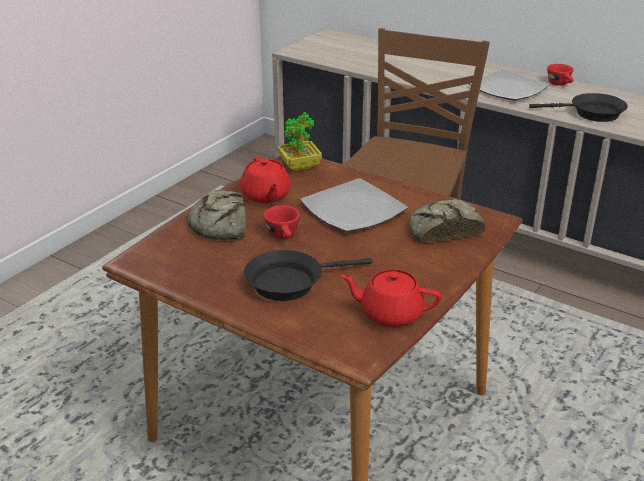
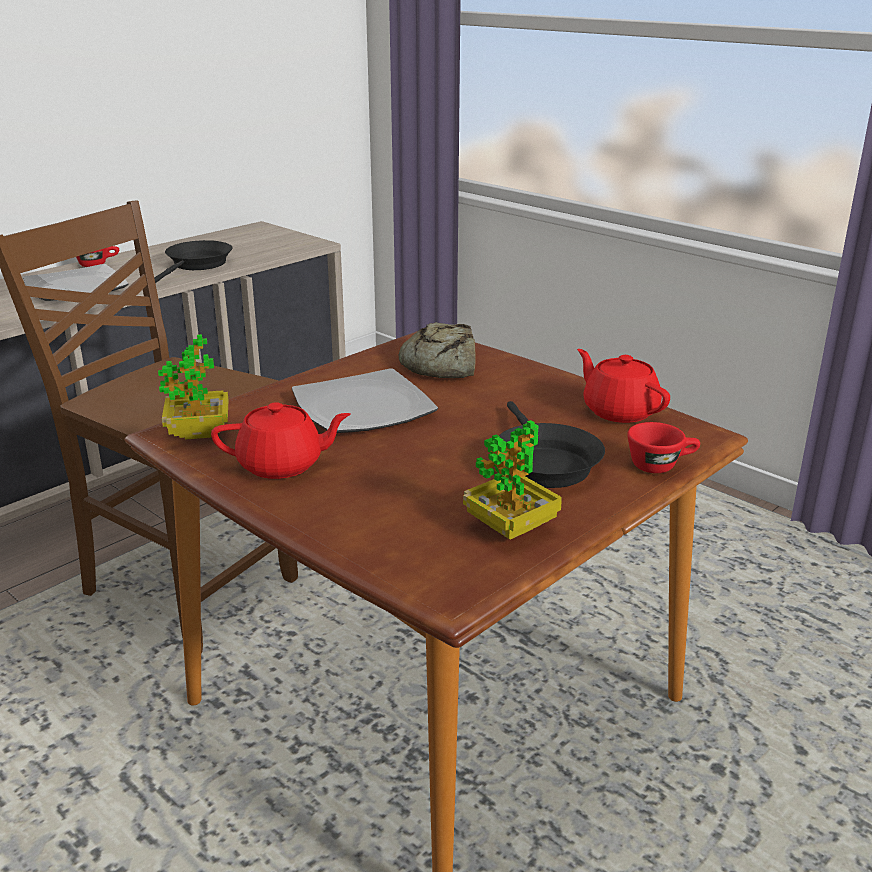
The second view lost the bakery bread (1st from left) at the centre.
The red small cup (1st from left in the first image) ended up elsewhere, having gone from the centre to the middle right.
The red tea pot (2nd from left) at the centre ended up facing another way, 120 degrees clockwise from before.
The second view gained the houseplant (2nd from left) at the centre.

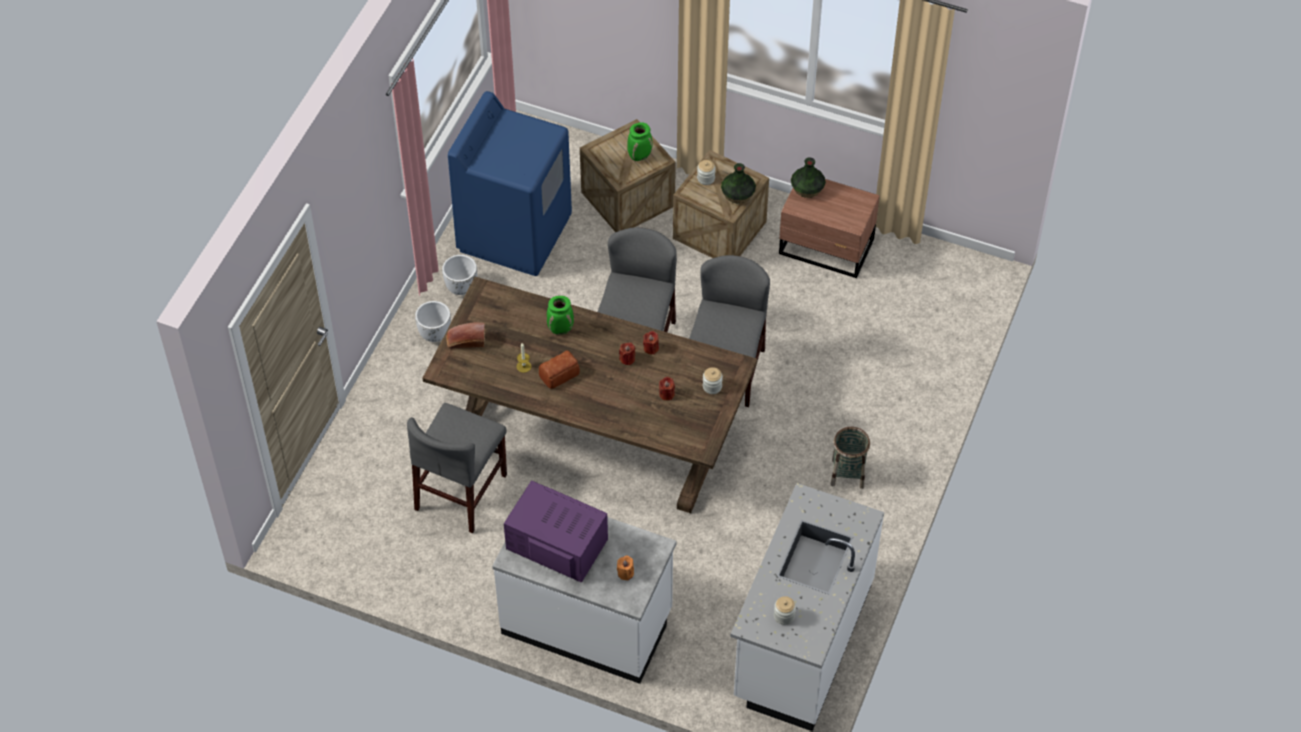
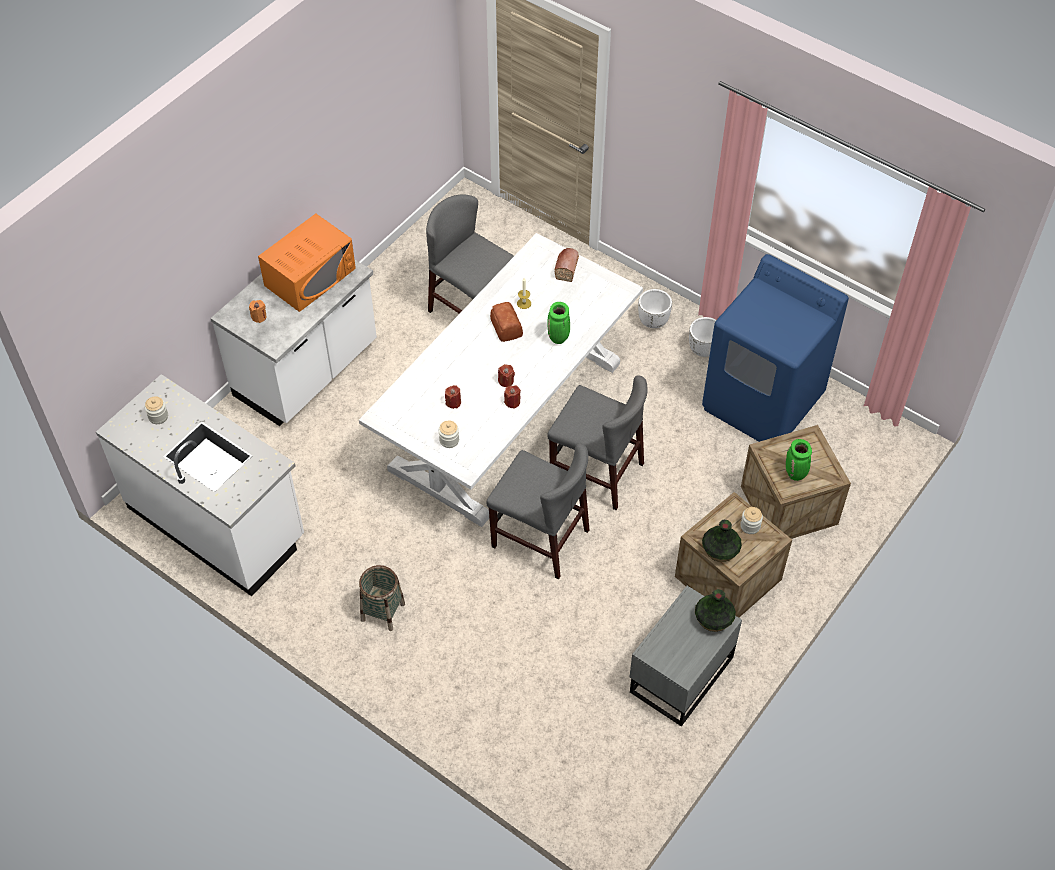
What was the brown nightstand at the top centre turned into the grey nightstand at the bottom centre.
What was the brown dinner table at the centre turned into the white dinner table at the centre.
What was the purple microwave oven at the bottom centre turned into the orangey microwave oven at the top left.

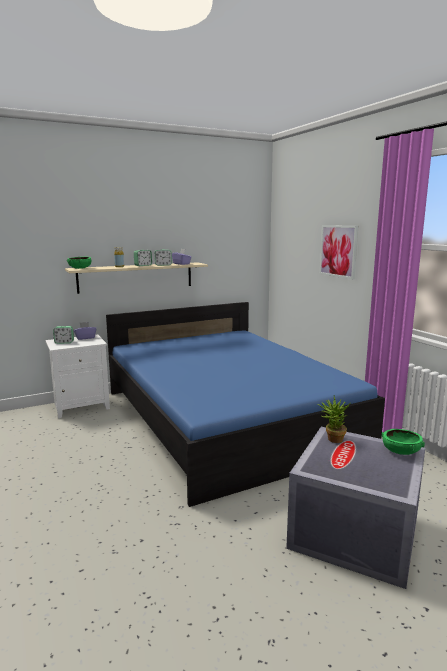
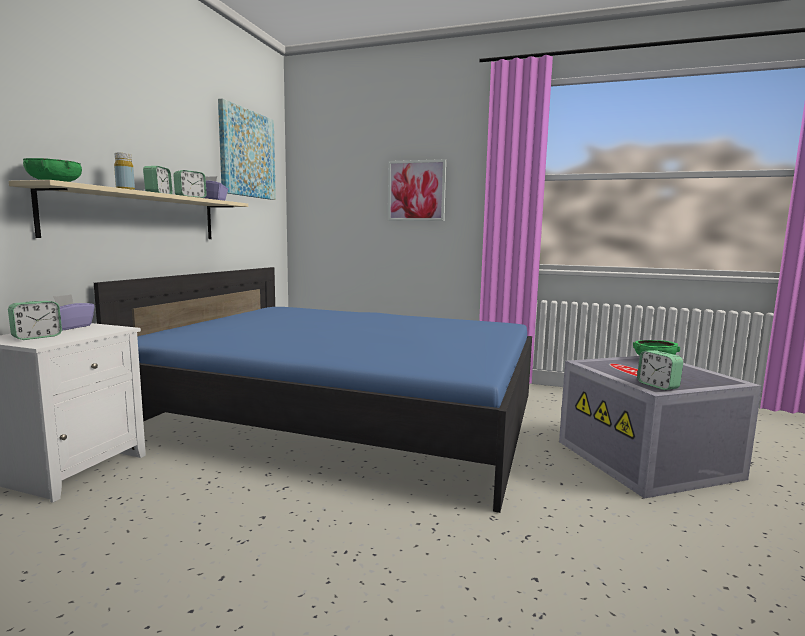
The second view lost the houseplant at the middle right.
The second view gained the wall art (1st from left) at the top left.
The second view gained the alarm clock (4th from left) at the middle right.

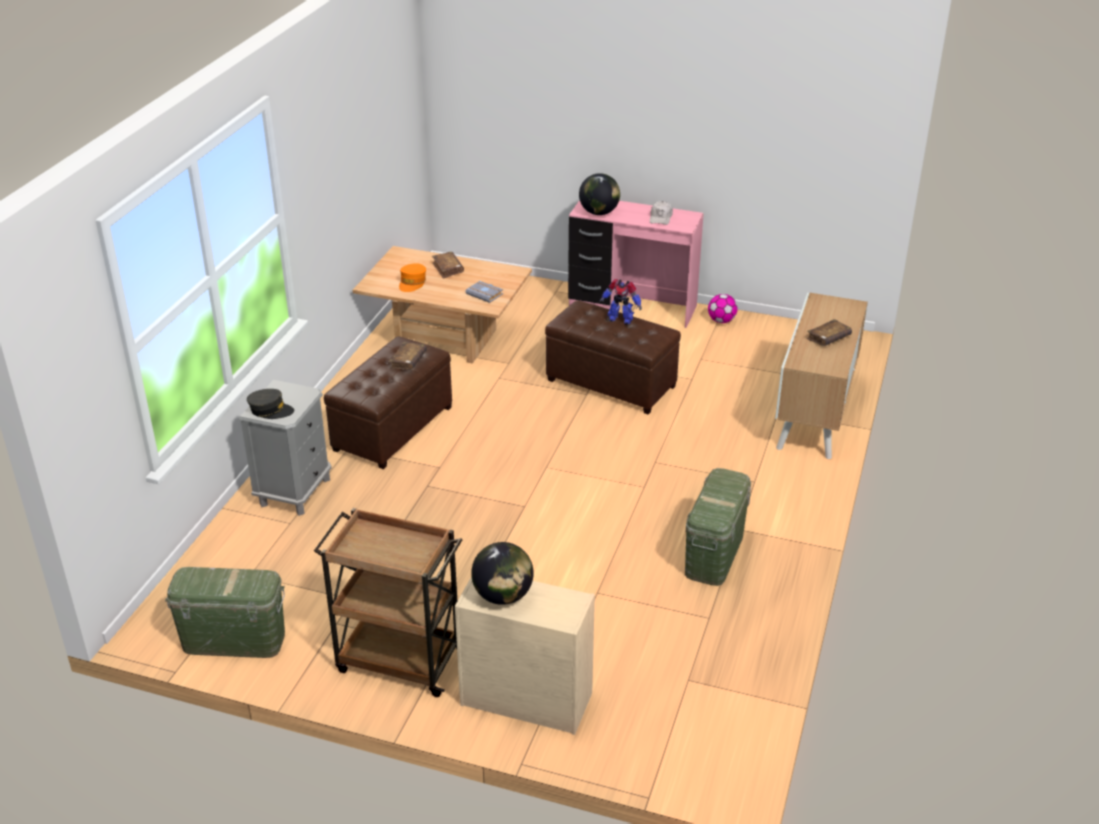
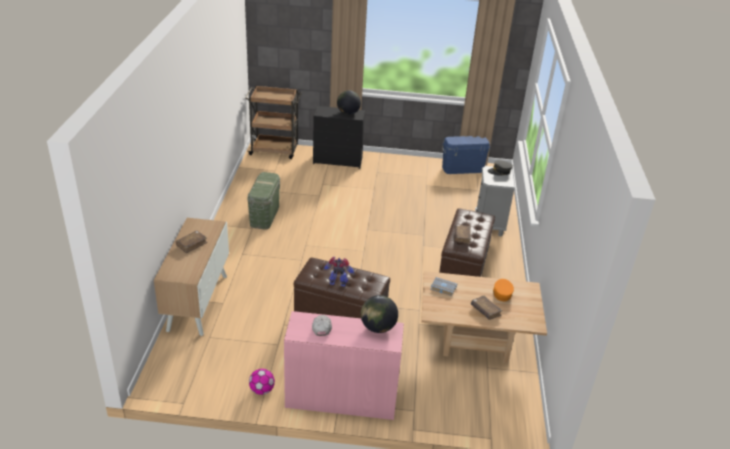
The brown cart ended up elsewhere, having gone from the bottom centre to the top centre.
What was the greenish storage bin (1st from left) at the bottom left turned into the bluish storage bin at the centre.
What was the beige dresser at the bottom centre turned into the blackish dresser at the top centre.

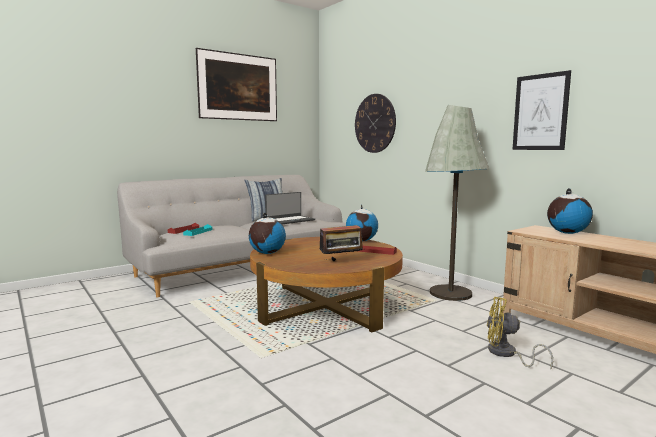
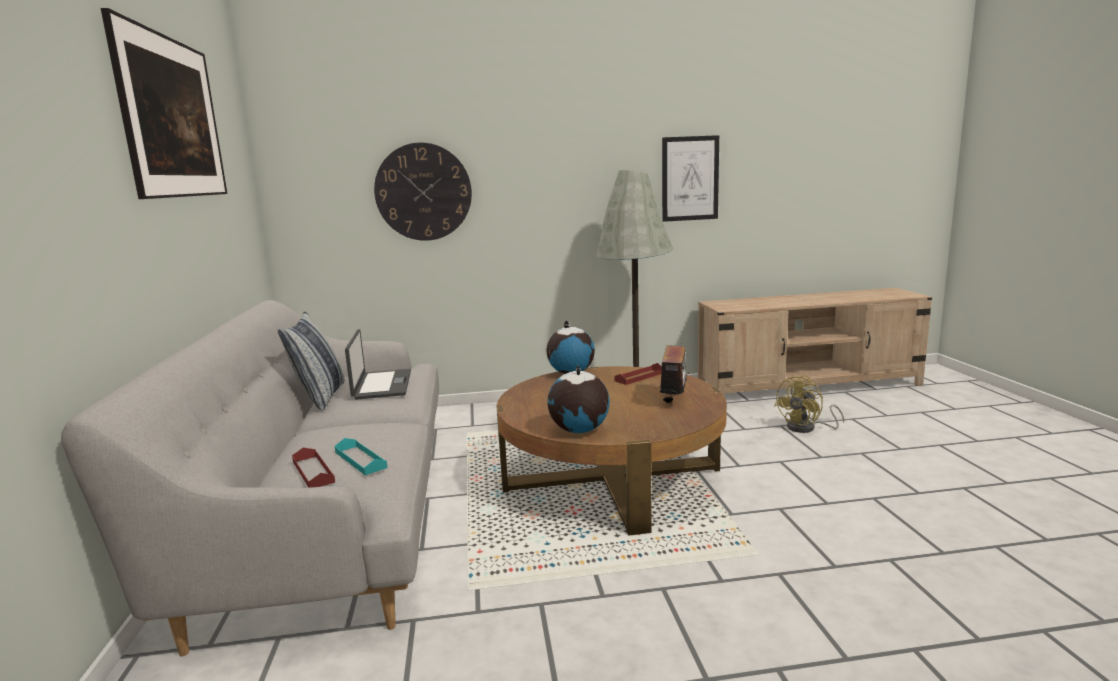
The second view lost the globe (3rd from left) at the middle right.

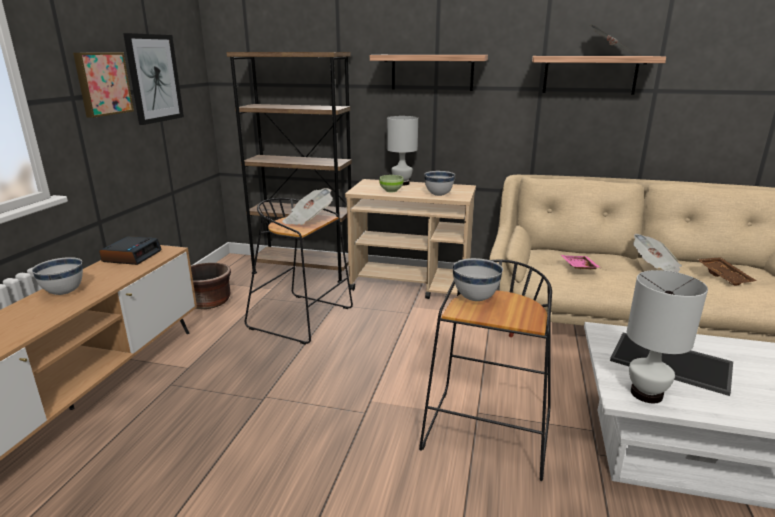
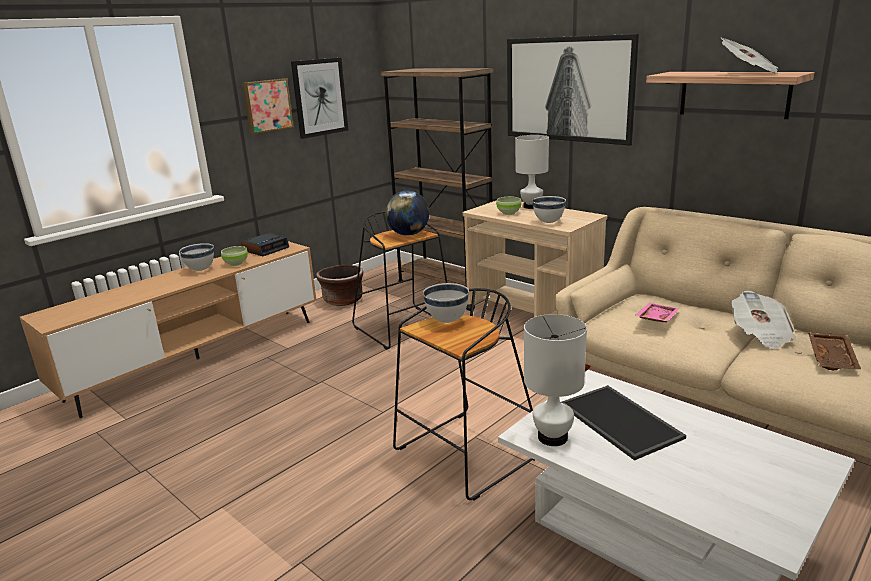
Where the wall shelf (1st from left) hung at the top centre, the wall art (3rd from left) came to hang at the top centre.
Where the printed paper (1st from left) stood at the centre, the globe came to stand at the centre.
The second view gained the greenish deep dish (1st from left) at the middle left.

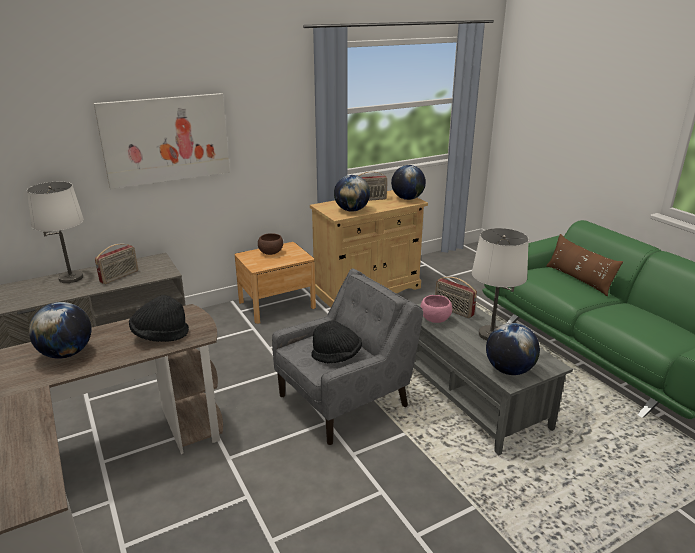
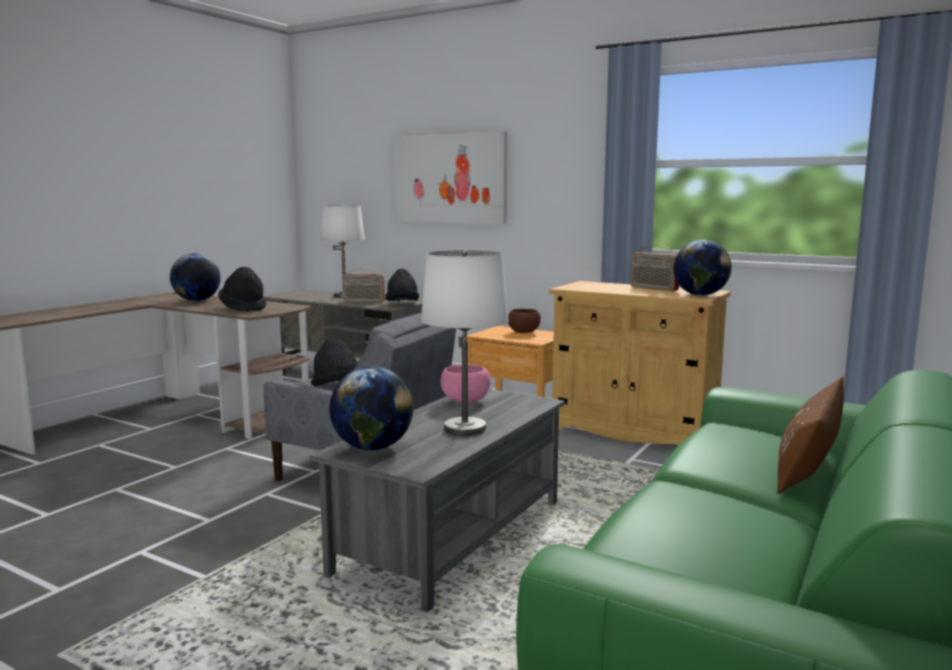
The second view lost the globe (2nd from left) at the centre.
The second view lost the radio receiver (3rd from left) at the centre.
The second view gained the blackish wearable hat (3rd from left) at the centre.

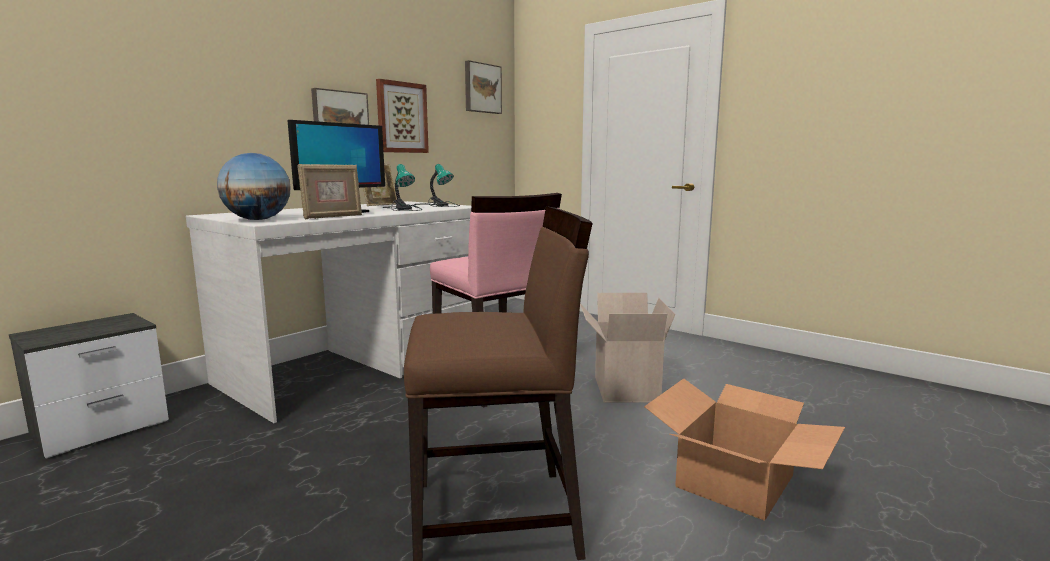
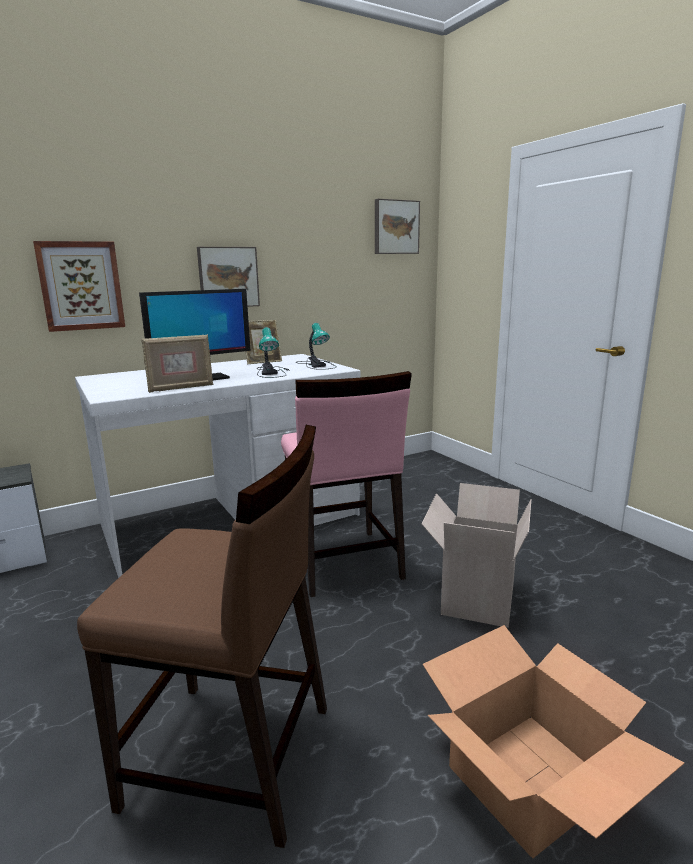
The wall art (2nd from left in the first image) ended up elsewhere, having gone from the top centre to the top left.
The second view lost the globe at the top left.

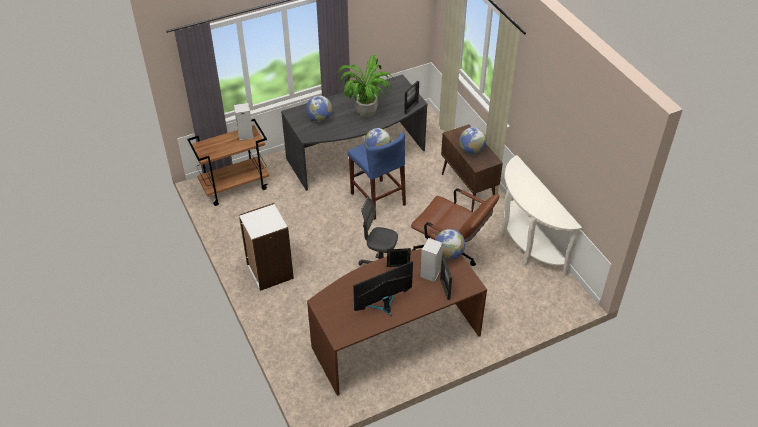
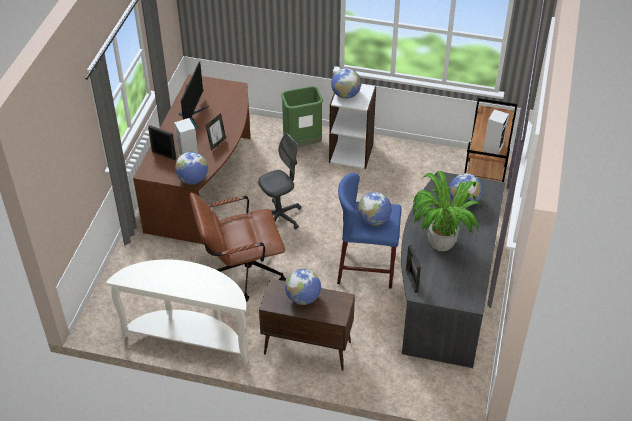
The second view gained the globe (3rd from left) at the top centre.
The second view gained the greenish trash can at the top centre.

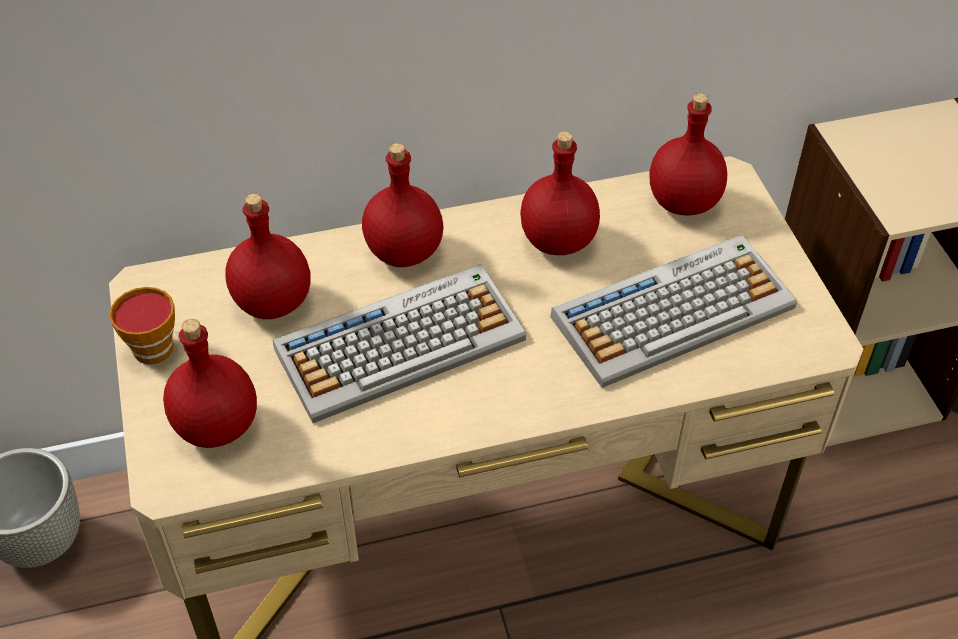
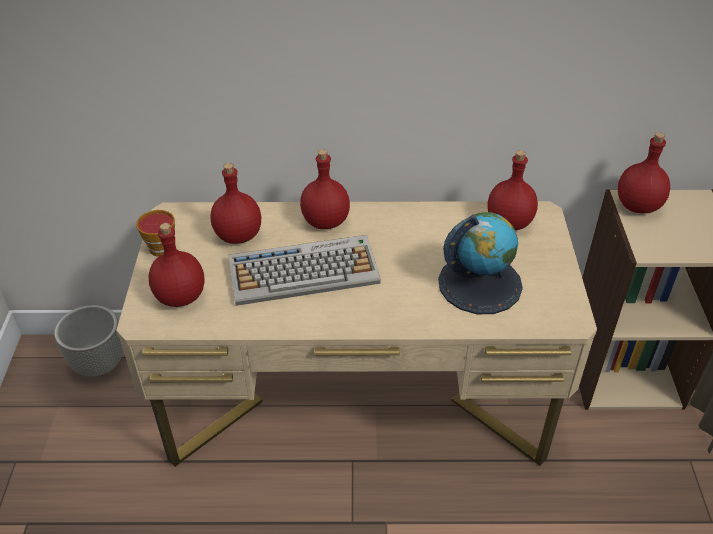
The red bottle (4th from left in the first image) ended up elsewhere, having gone from the top centre to the top right.
Where the keyboard (2nd from left) stood at the middle right, the globe came to stand at the middle right.

